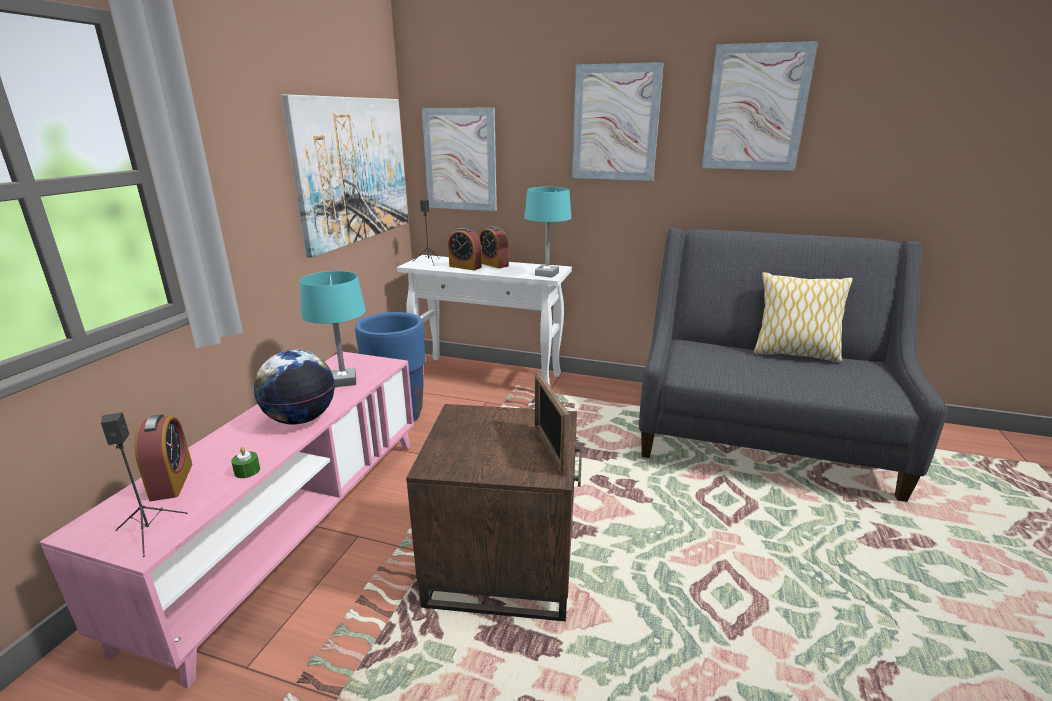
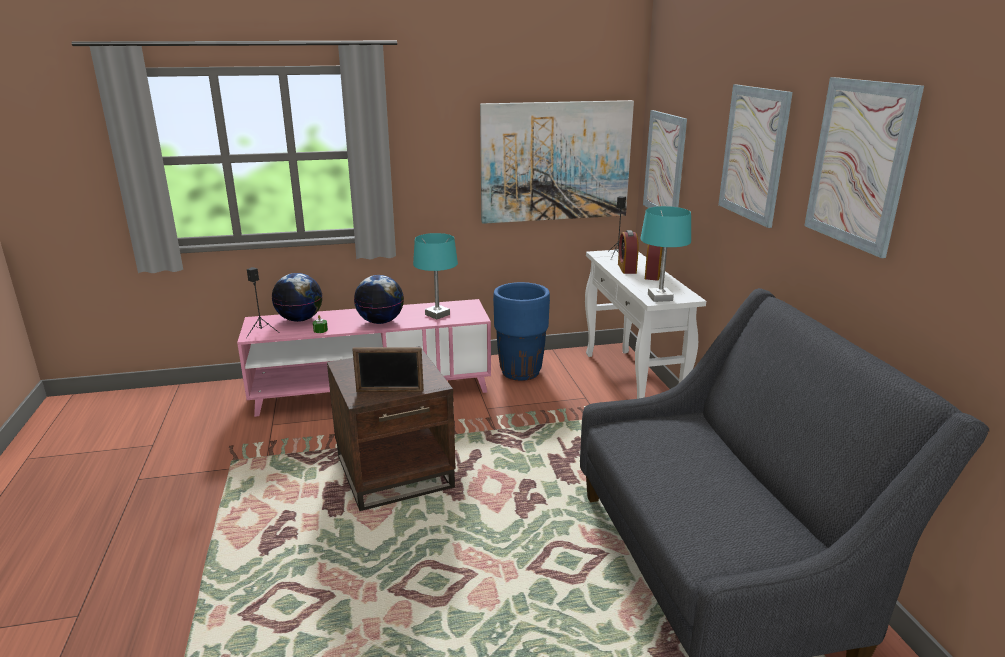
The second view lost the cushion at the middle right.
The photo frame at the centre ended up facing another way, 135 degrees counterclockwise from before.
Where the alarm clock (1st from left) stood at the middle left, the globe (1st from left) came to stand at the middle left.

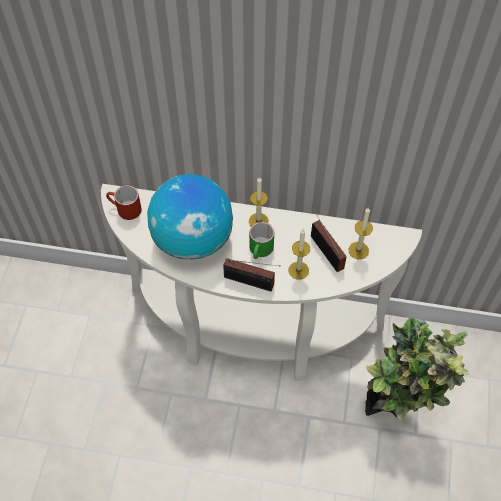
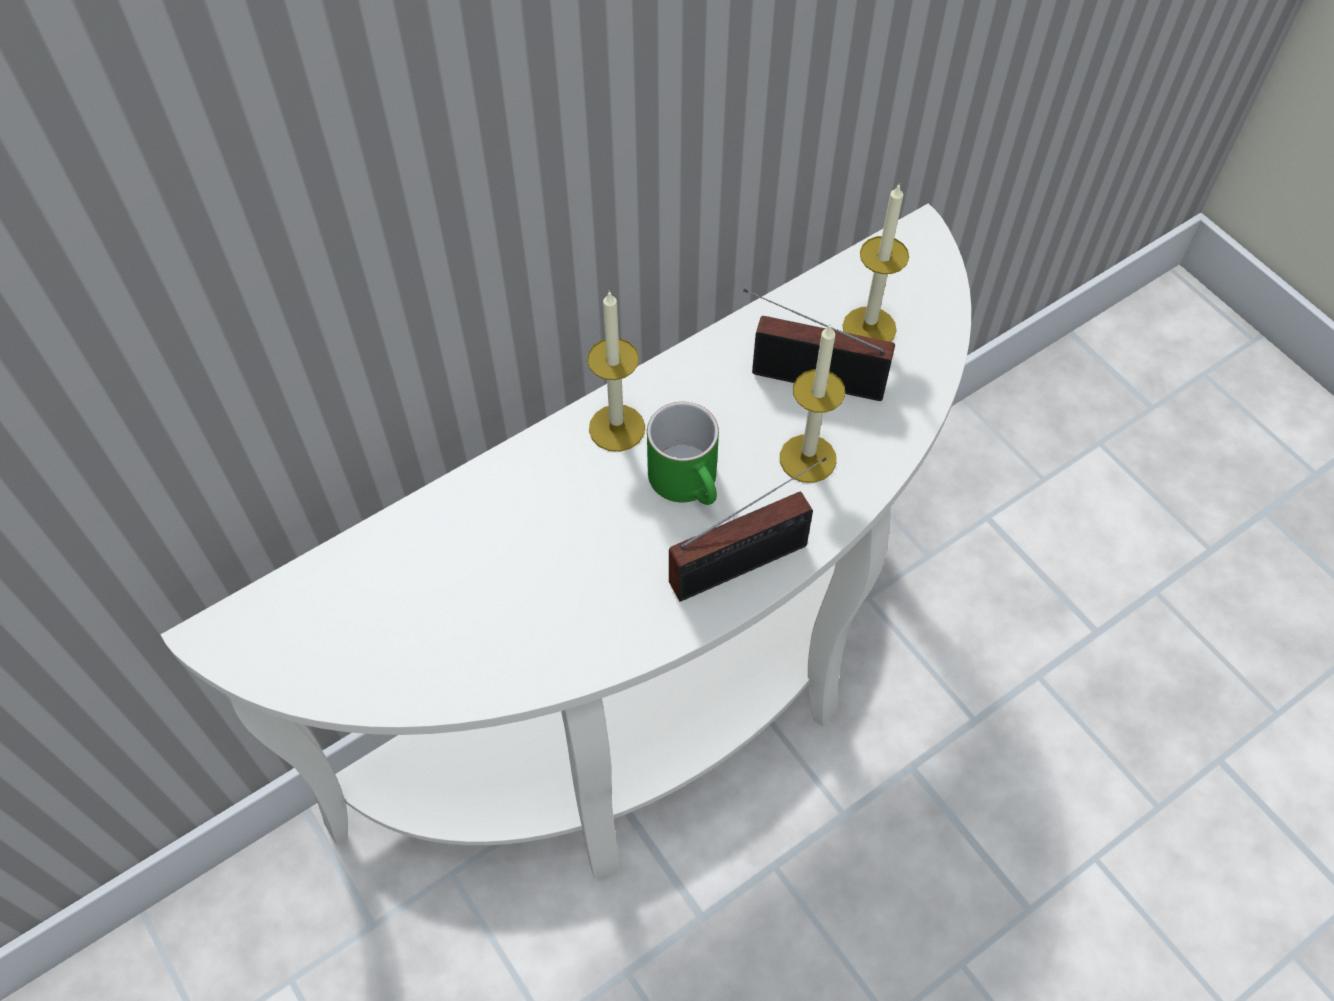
The second view lost the globe at the centre.
The second view lost the red tea mug at the middle left.
The second view lost the houseplant at the bottom right.

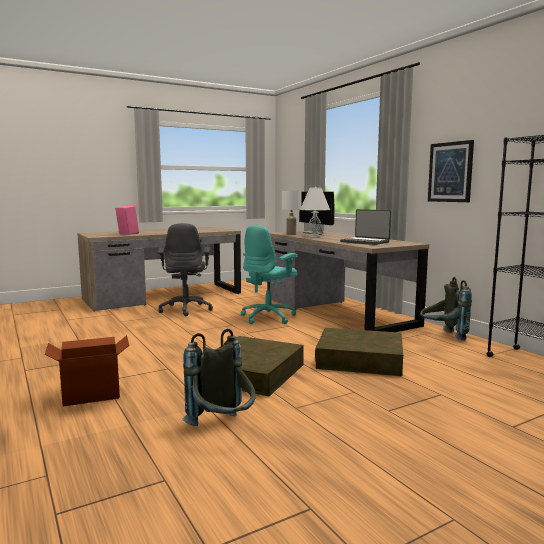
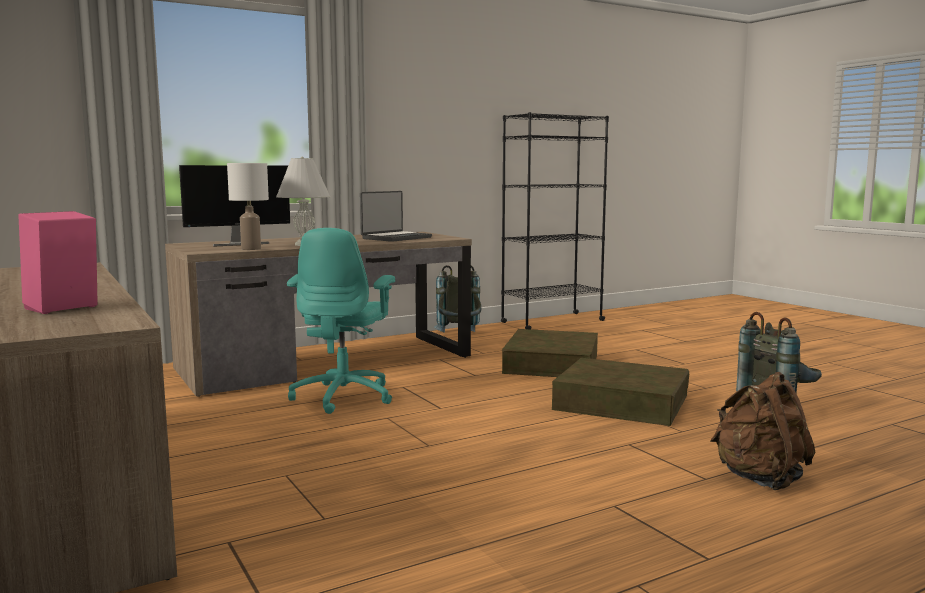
The second view lost the wall art at the top right.
The second view lost the grey computer chair at the centre.
The blue-green computer chair at the centre ended up facing another way, 60 degrees clockwise from before.
Where the packing box stood at the bottom left, the brown knapsack came to stand at the bottom right.

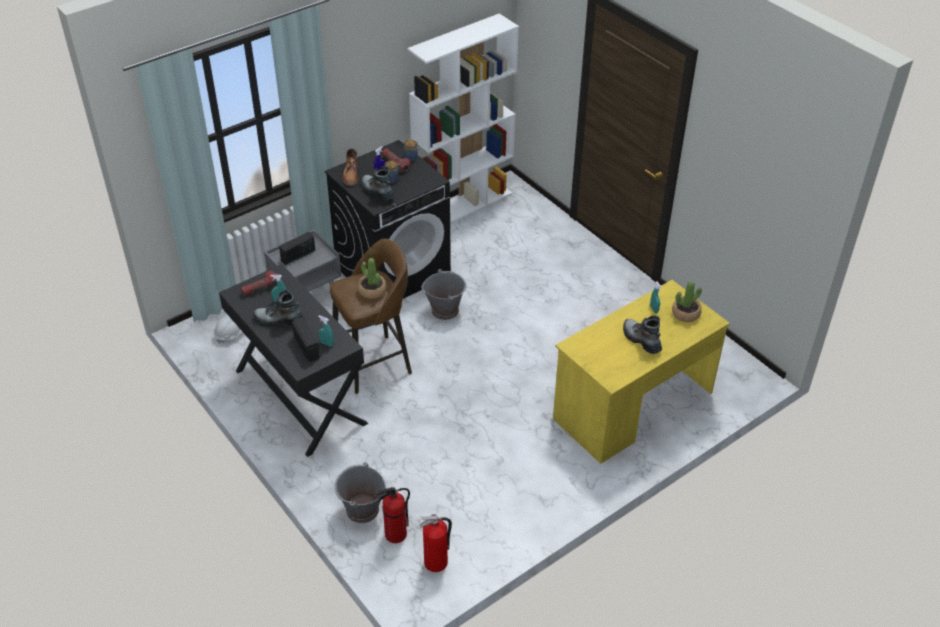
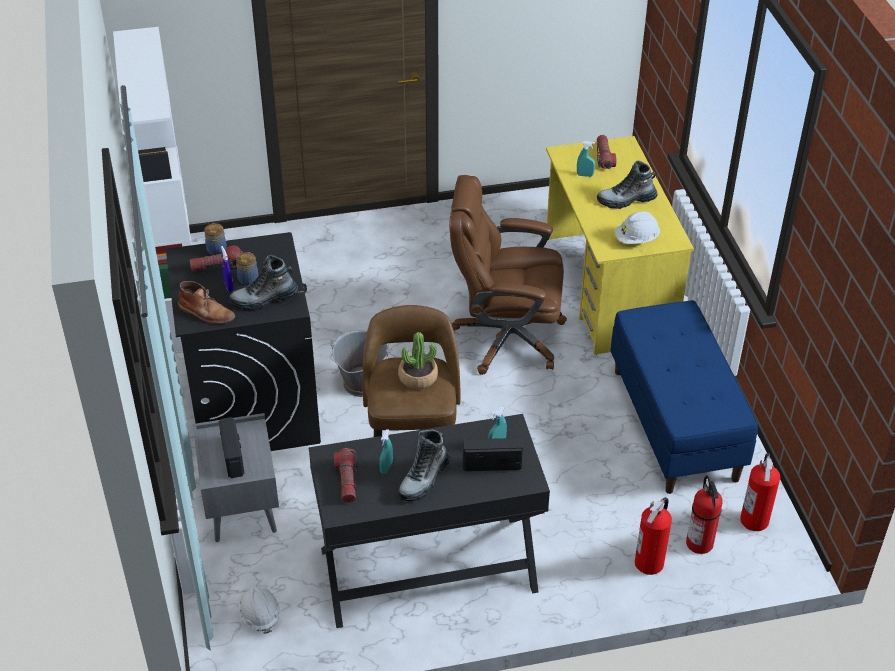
Where the houseplant (2nd from left) stood at the middle right, the torch (3rd from left) came to stand at the top right.
Where the grey pail (1st from left) stood at the bottom centre, the fire-fighting cylinder (1st from left) came to stand at the bottom right.
The second view gained the brown computer chair at the centre.
The second view gained the white hard hat (2nd from left) at the middle right.
The second view gained the bluish long seat at the middle right.

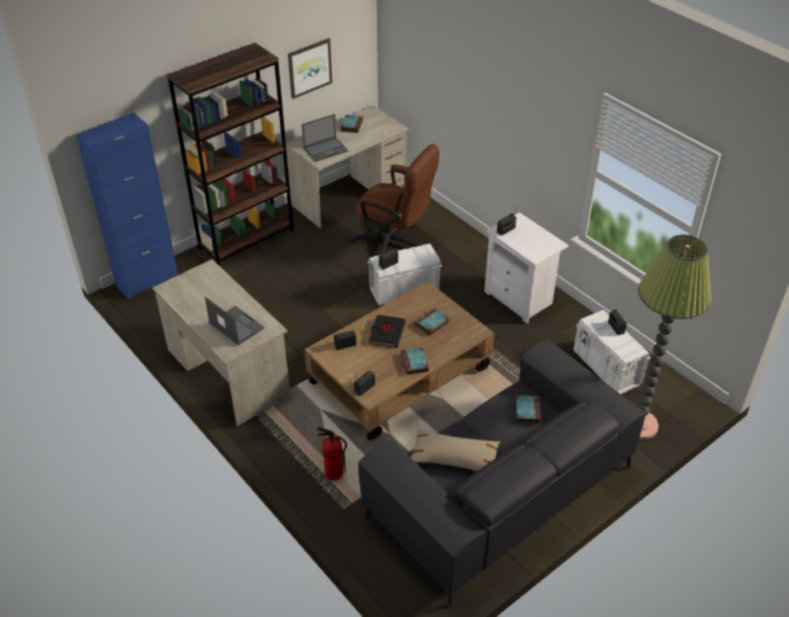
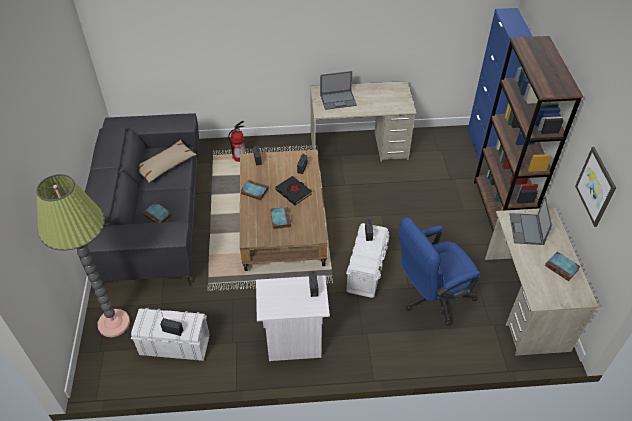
What was the brown computer chair at the top centre turned into the bluish computer chair at the middle right.

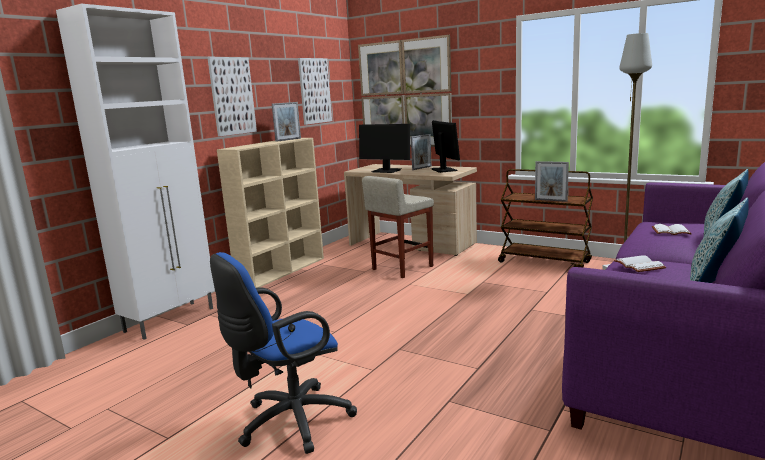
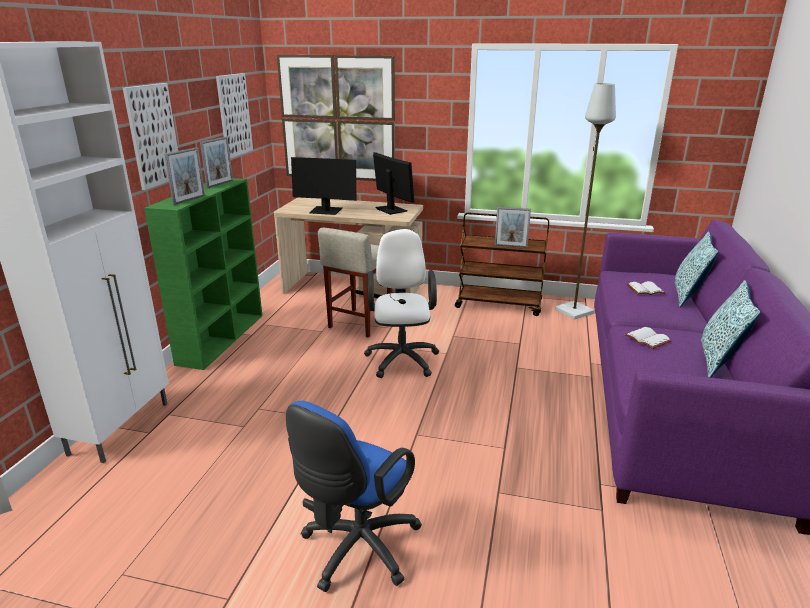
The photo frame (2nd from left in the first image) ended up elsewhere, having gone from the top centre to the top left.
What was the beige bookshelf at the centre turned into the greenish bookshelf at the middle left.
The second view gained the white computer chair at the centre.

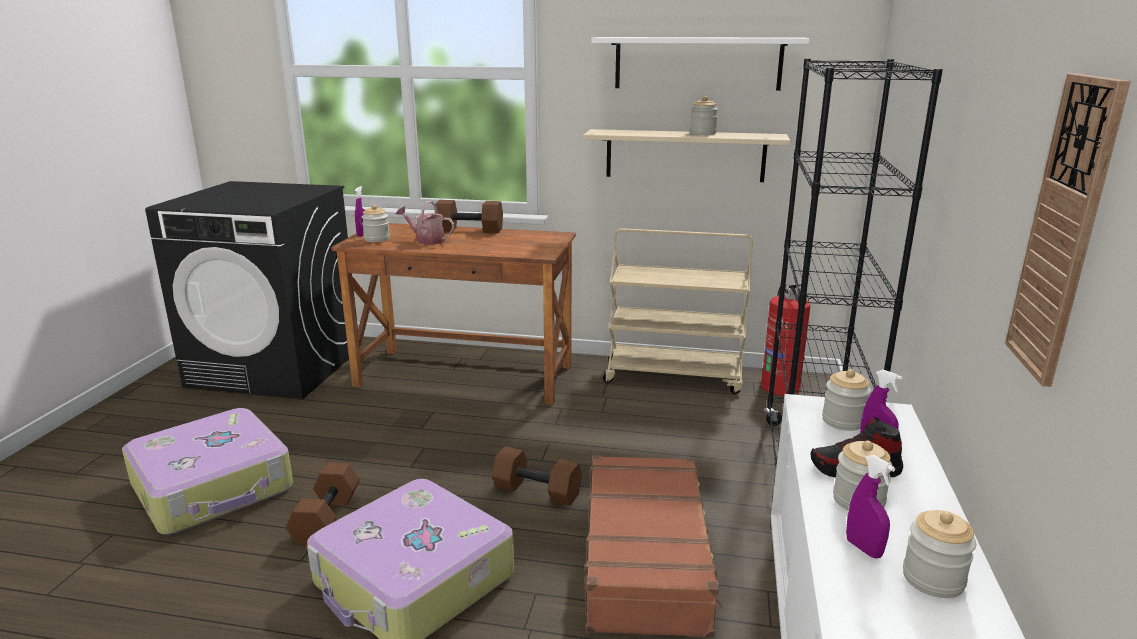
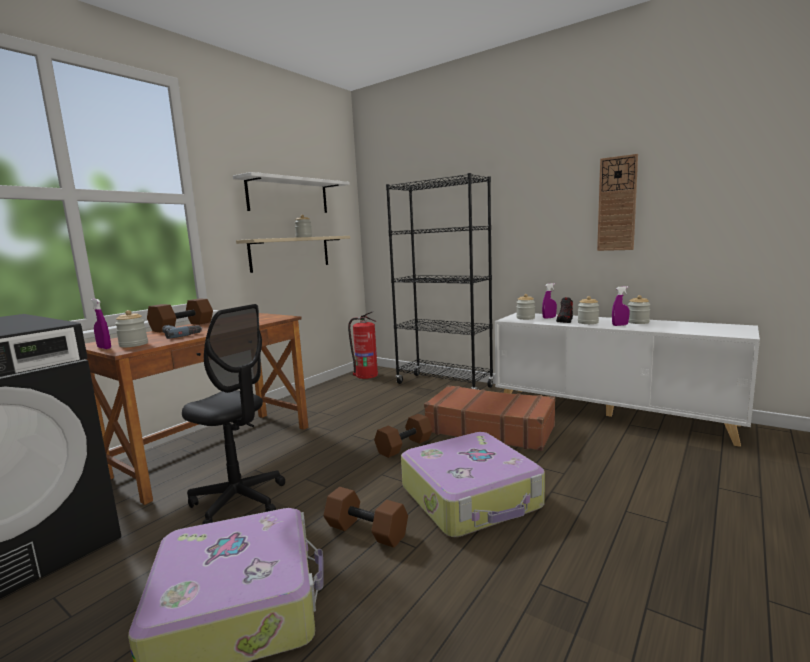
Where the watering pot stood at the centre, the drill came to stand at the middle left.
The second view lost the beige cart at the centre.
The second view gained the blackish computer chair at the middle left.

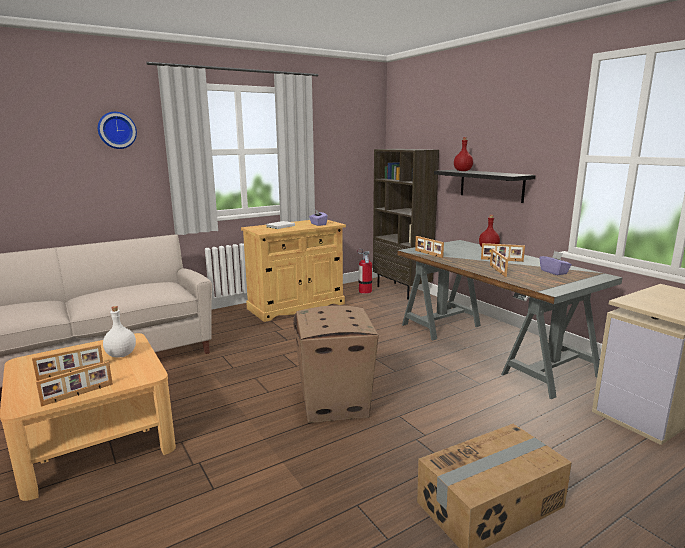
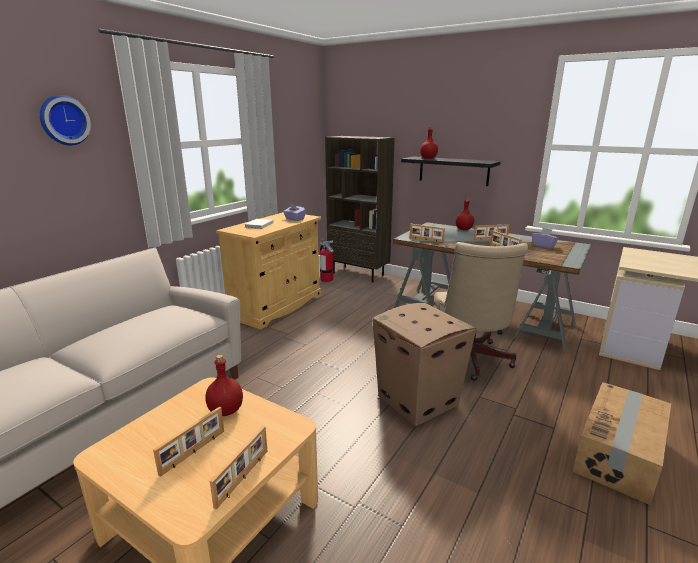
What was the white bottle at the middle left turned into the red bottle (1st from left) at the bottom left.
The second view gained the beige computer chair at the middle right.

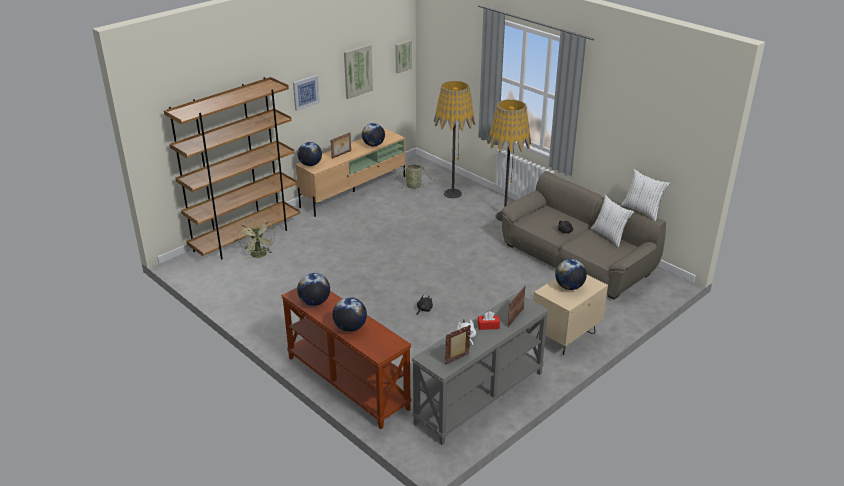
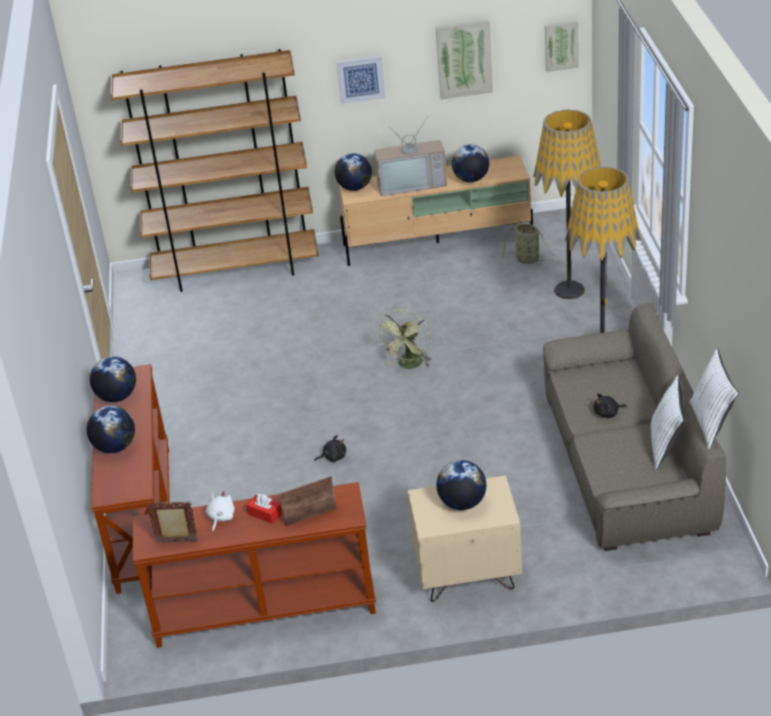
Where the photo frame (1st from left) stood at the top centre, the TV came to stand at the top centre.
The greenish fan ended up elsewhere, having gone from the middle left to the centre.
What was the grey console table at the bottom centre turned into the brown console table (2nd from left) at the bottom left.

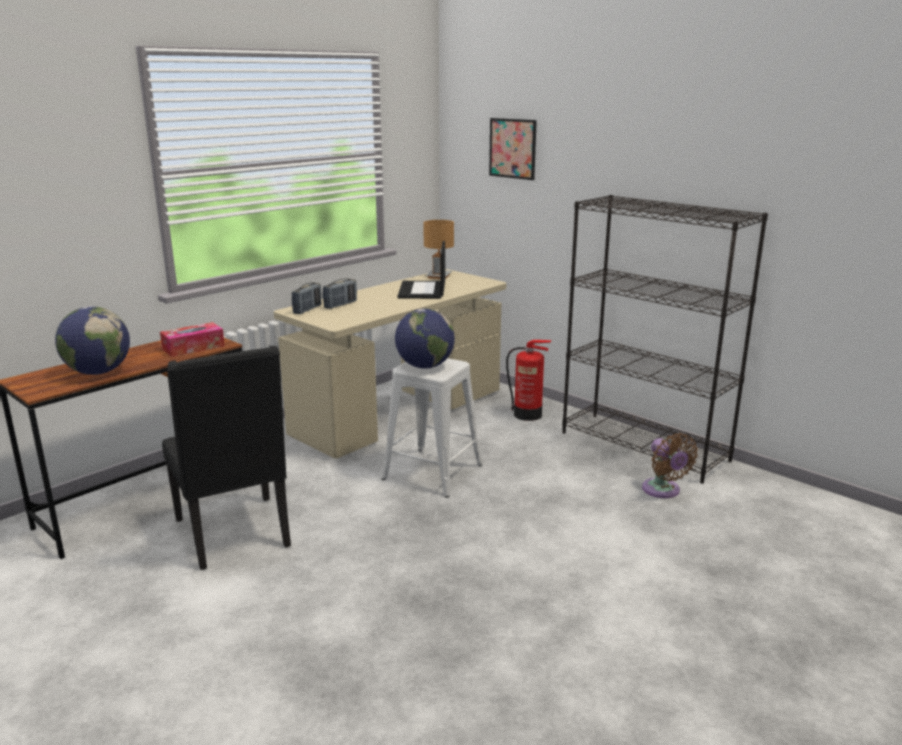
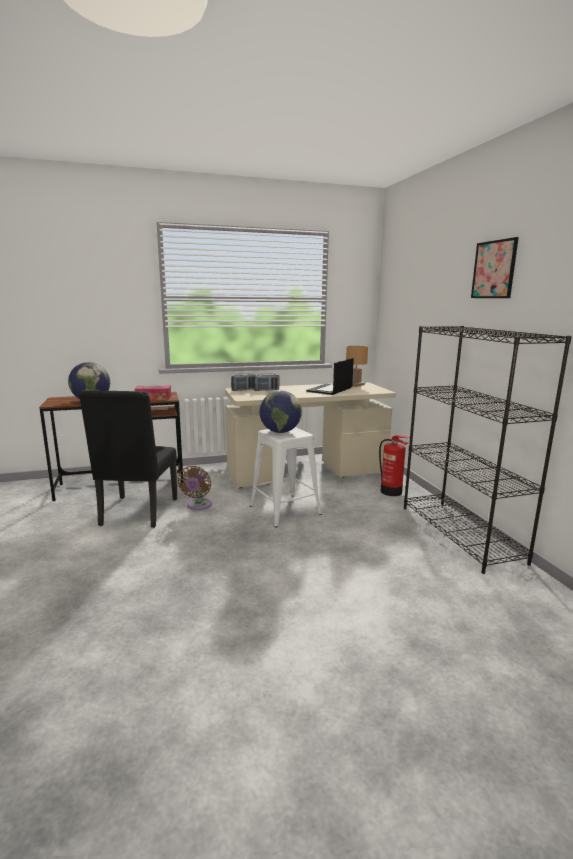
The wall art ended up elsewhere, having gone from the top centre to the top right.
The brown fan ended up elsewhere, having gone from the middle right to the centre.

